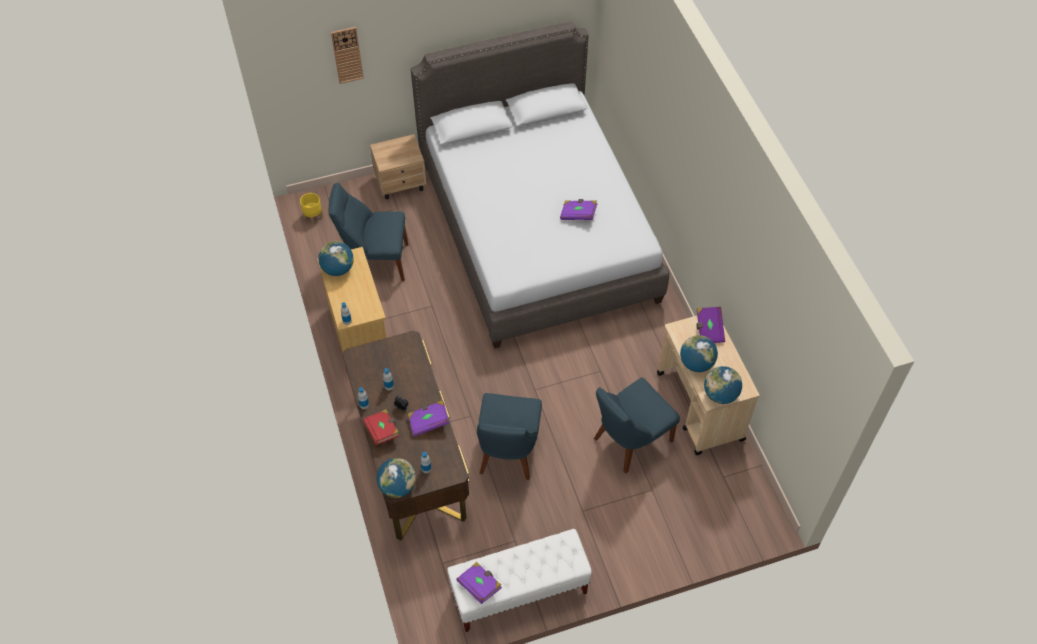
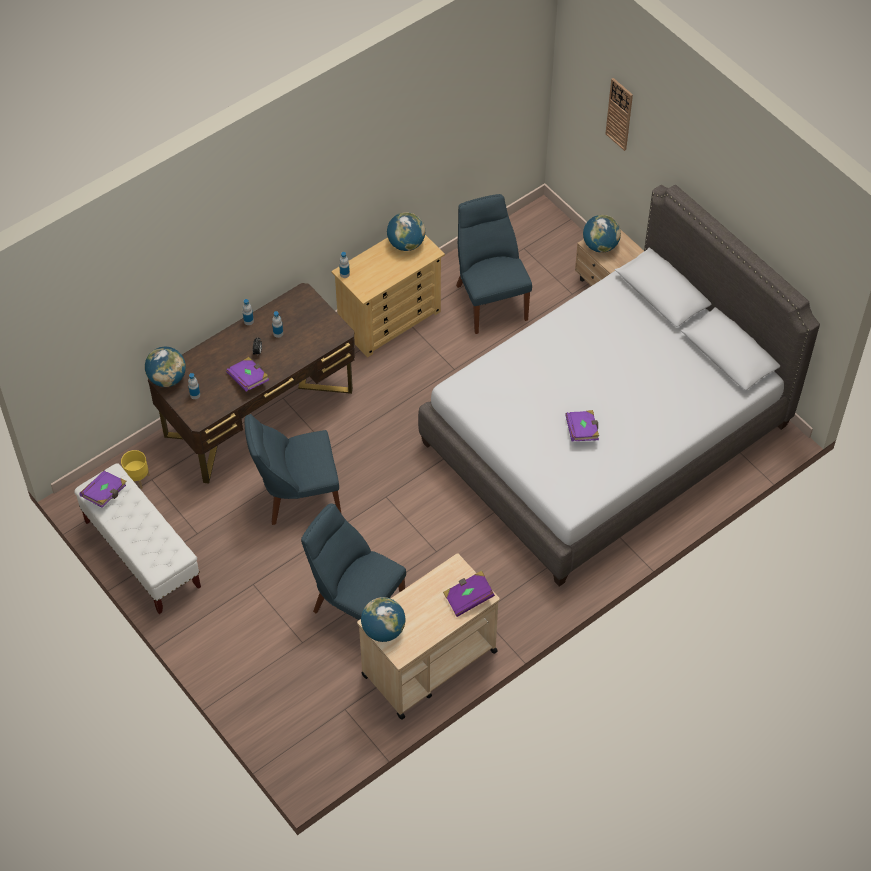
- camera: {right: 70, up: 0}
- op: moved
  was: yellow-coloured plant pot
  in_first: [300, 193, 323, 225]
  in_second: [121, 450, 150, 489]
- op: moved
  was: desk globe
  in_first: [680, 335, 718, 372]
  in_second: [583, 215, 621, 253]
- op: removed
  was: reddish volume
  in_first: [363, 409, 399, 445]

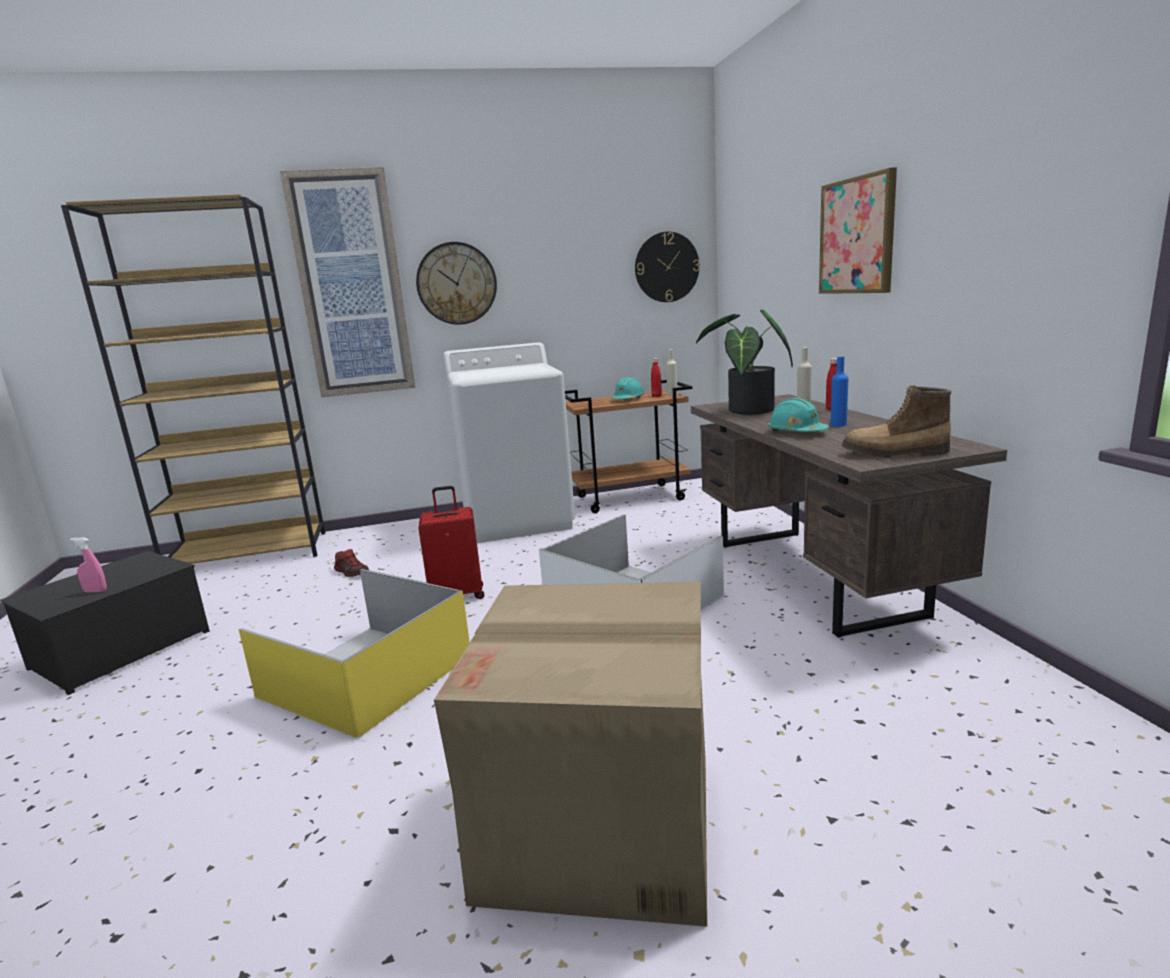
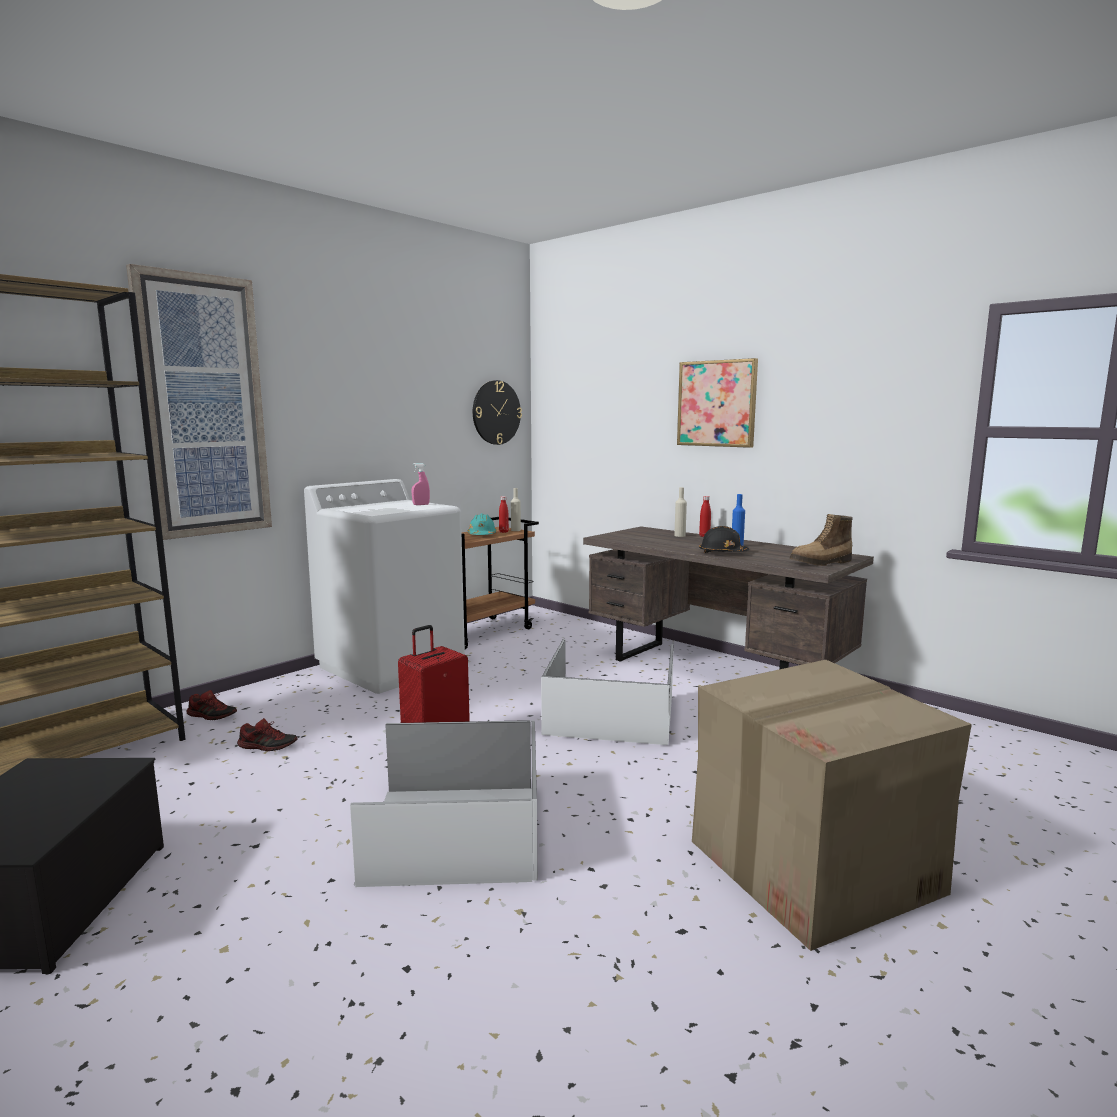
- camera: {right: -35, up: -5}
- op: added
  now: low shoe
  in_second: [187, 690, 237, 720]
- op: recoloured
  was: yellow-coloured storage box
  now: white-coloured storage box
  in_first: [239, 569, 470, 738]
  in_second: [350, 720, 537, 887]
- op: moved
  was: pink sprayer
  in_first: [70, 538, 107, 593]
  in_second: [412, 463, 430, 505]
- op: recoloured
  was: turquoise safety helmet
  now: black safety helmet
  in_first: [767, 398, 829, 432]
  in_second: [699, 526, 749, 553]
- op: removed
  was: clock on the wall
  in_first: [416, 242, 497, 325]
- op: removed
  was: houseplant
  in_first: [696, 310, 793, 415]

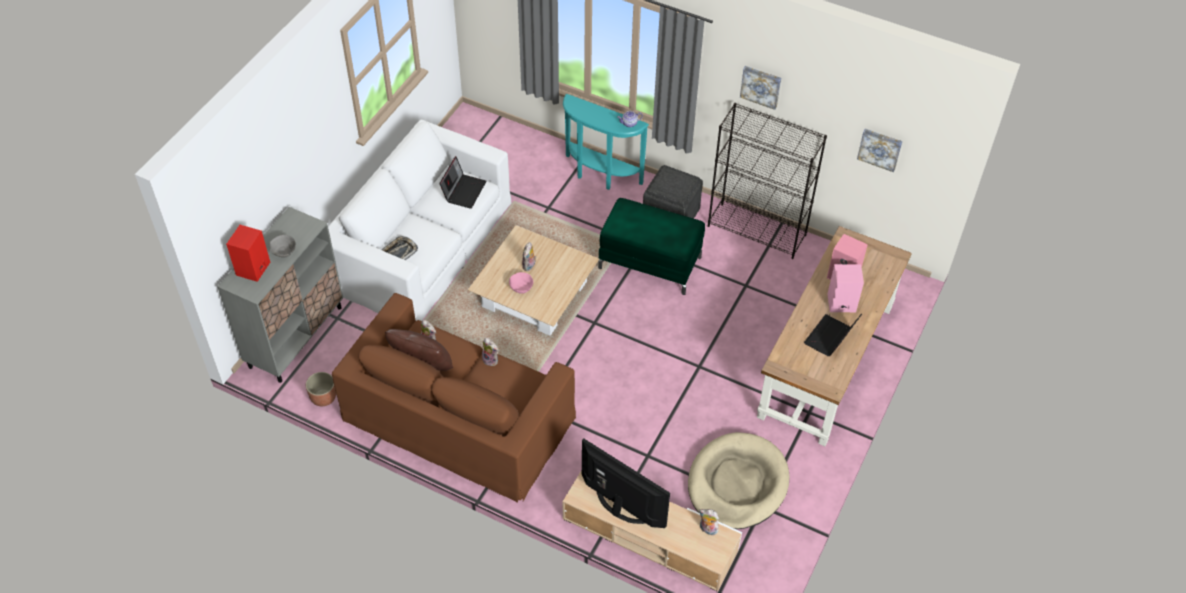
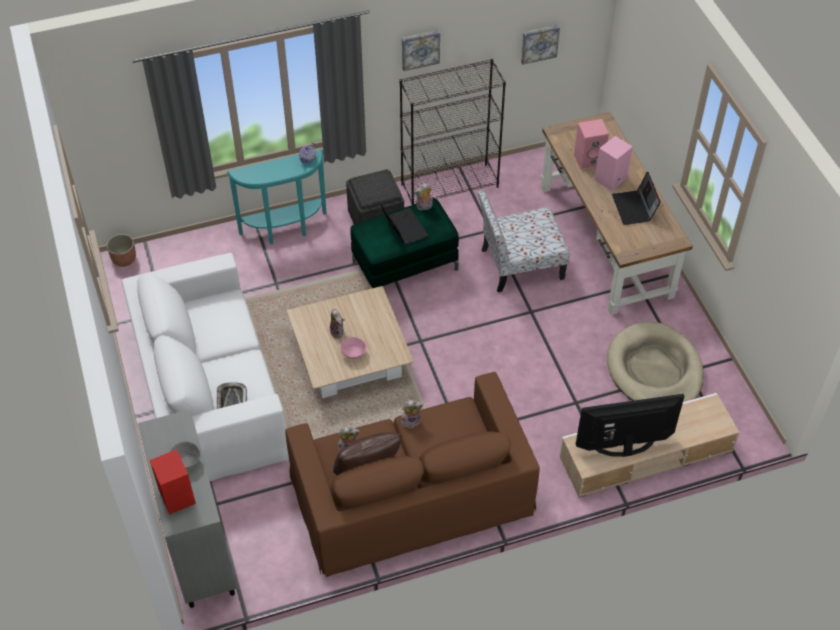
- camera: {right: -45, up: 0}
- op: moved
  was: plant pot
  in_first: [306, 372, 336, 406]
  in_second: [107, 234, 136, 267]
- op: moved
  was: laptop
  in_first: [439, 156, 487, 209]
  in_second: [379, 201, 428, 245]
- op: moved
  was: plush toy
  in_first: [699, 509, 719, 535]
  in_second: [414, 183, 433, 211]
- op: added
  now: chair
  in_second: [478, 190, 570, 292]

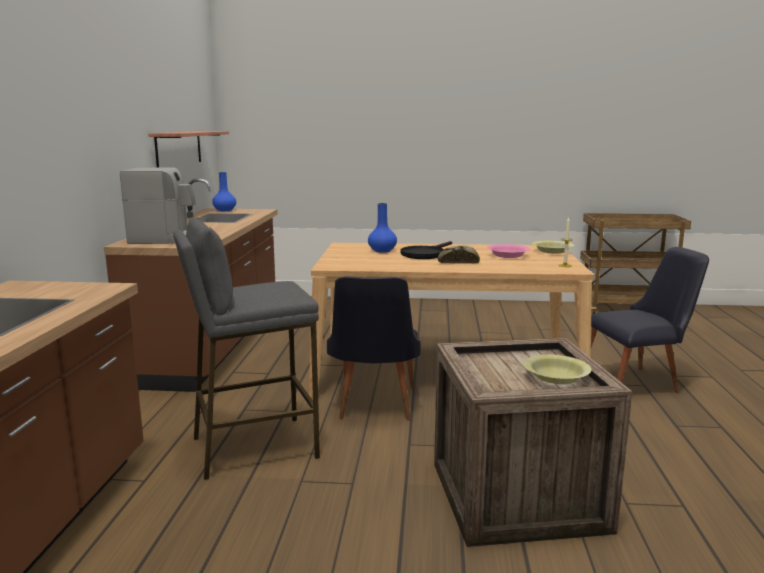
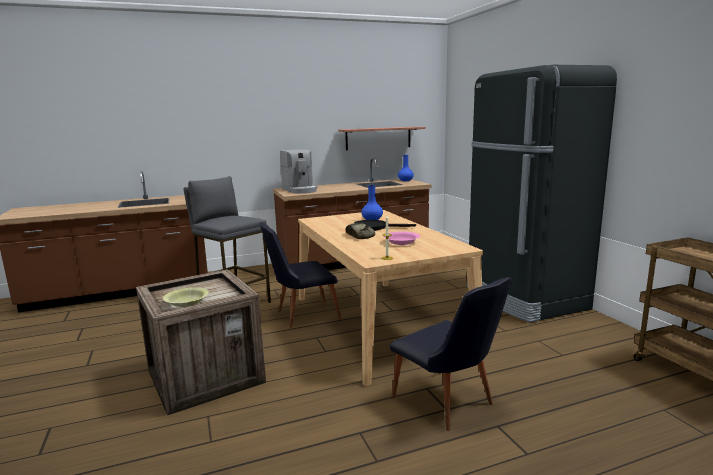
- camera: {right: 65, up: 0}
- op: added
  now: black refrigerator
  in_second: [467, 65, 617, 323]
- op: removed
  was: yellow-coloured serving bowl
  in_first: [532, 241, 574, 254]

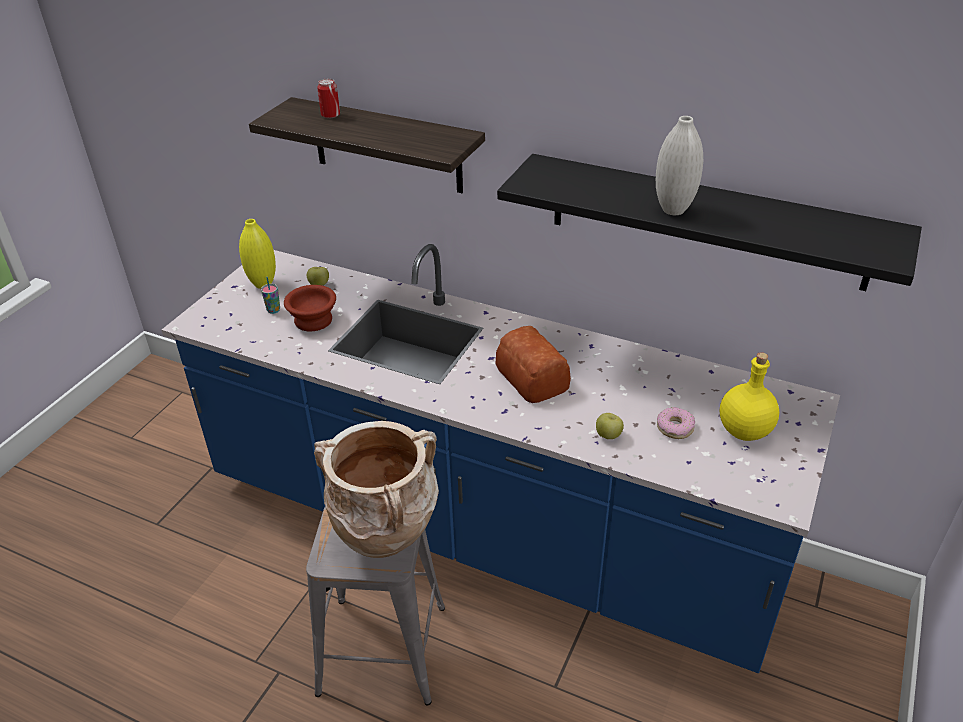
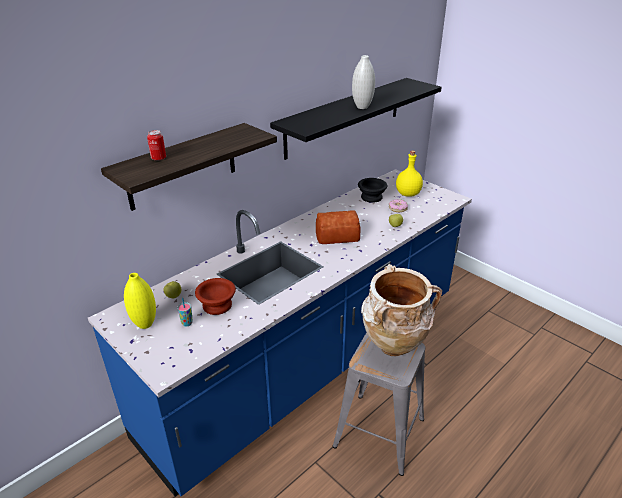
- camera: {right: -70, up: -5}
- op: added
  now: black serving bowl
  in_second: [358, 178, 387, 203]

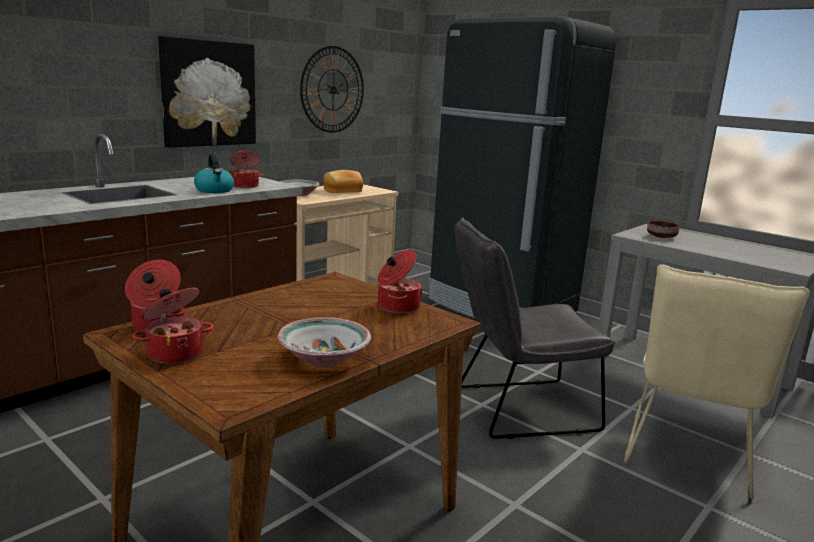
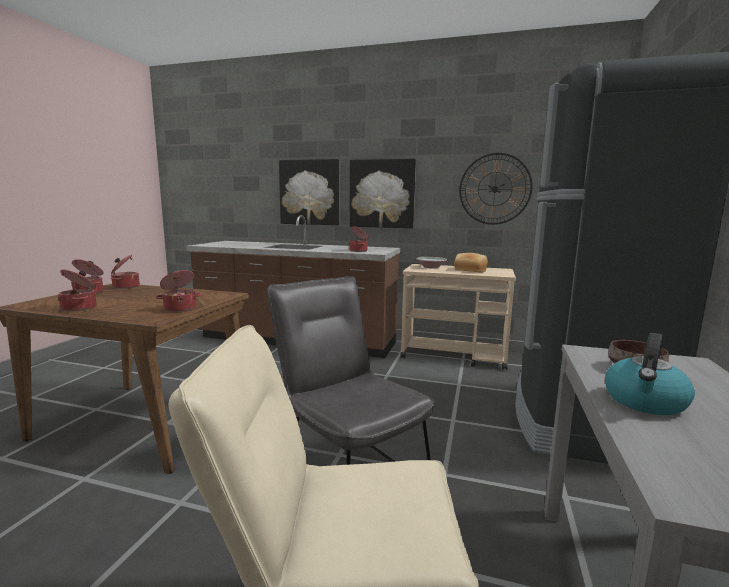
- camera: {right: 65, up: -5}
- op: replaced
  was: serving bowl
  now: stockpot
  in_first: [278, 317, 371, 367]
  in_second: [57, 270, 97, 312]
- op: added
  now: picture
  in_second: [279, 159, 339, 225]
- op: moved
  was: tea kettle
  in_first: [194, 153, 234, 193]
  in_second: [605, 333, 695, 415]

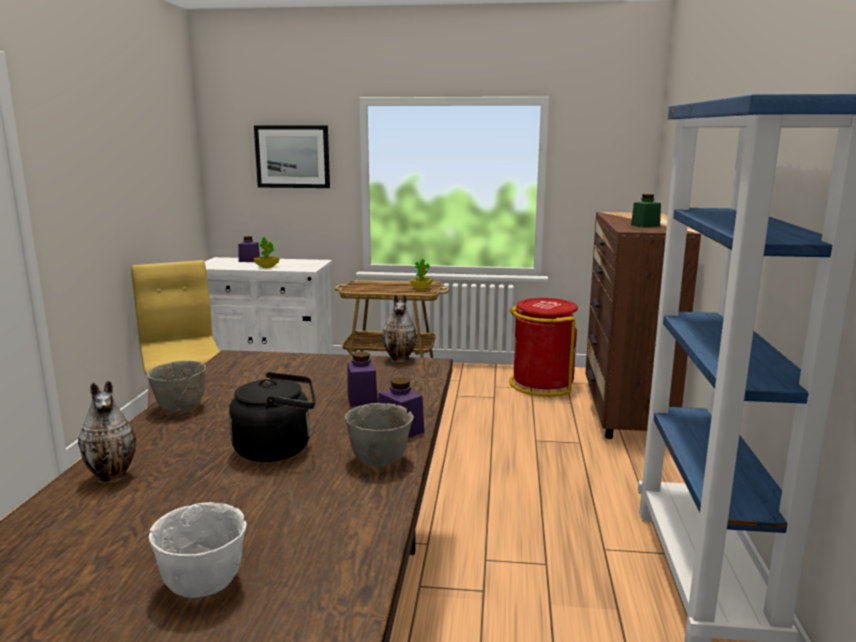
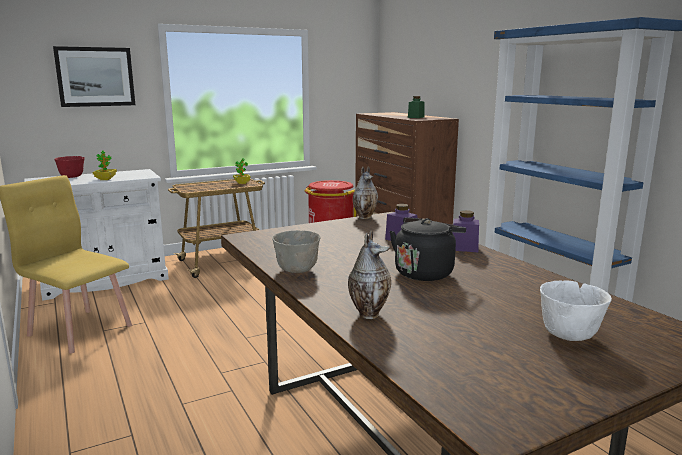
- camera: {right: -35, up: 0}
- op: replaced
  was: purple-coloured storage jar
  now: reddish serving bowl
  in_first: [238, 236, 260, 262]
  in_second: [54, 156, 85, 178]
- op: removed
  was: gray serving bowl
  in_first: [345, 403, 414, 466]

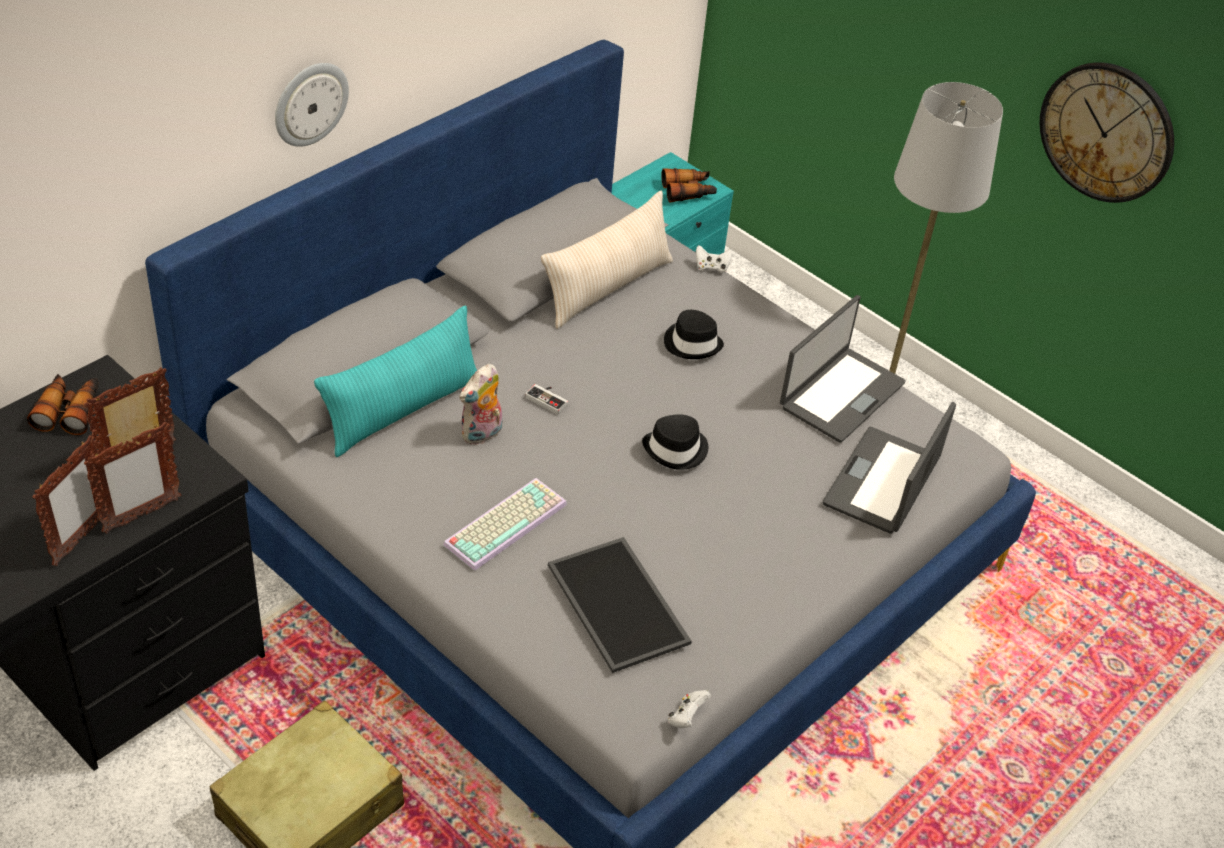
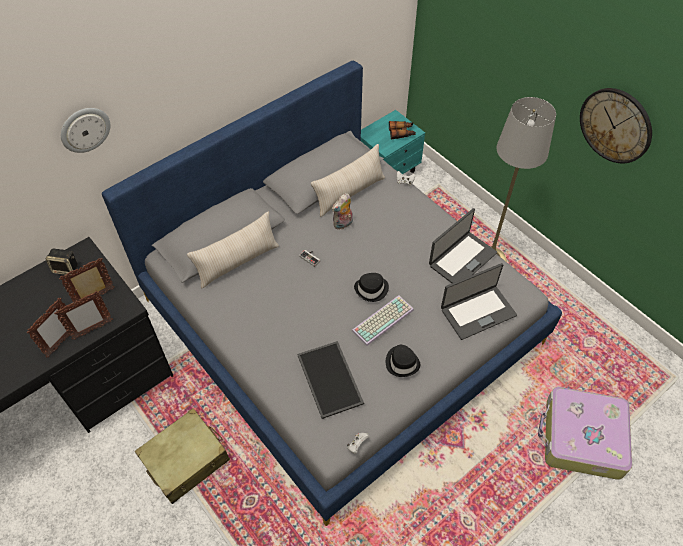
- camera: {right: 10, up: 10}
- op: replaced
  was: pair of binoculars
  now: audio speaker
  in_first: [27, 374, 99, 435]
  in_second: [46, 248, 78, 275]
- op: moved
  was: clock on the wall
  in_first: [275, 63, 349, 147]
  in_second: [61, 108, 110, 153]
- op: recoloured
  was: turquoise throw pillow
  now: beige throw pillow
  in_first: [314, 306, 477, 457]
  in_second: [187, 212, 279, 288]
- op: moved
  was: plush toy
  in_first: [460, 364, 503, 445]
  in_second: [332, 193, 353, 230]
- op: moved
  was: PC keyboard
  in_first: [443, 478, 567, 571]
  in_second: [352, 295, 414, 346]
- op: moved
  was: black wearable hat
  in_first: [664, 310, 724, 359]
  in_second: [386, 345, 420, 377]
- op: turned
  was: laptop
  in_first: [823, 402, 956, 534]
  in_second: [441, 263, 517, 340]
  clockwise: -150
- op: added
  now: travel case
  in_second: [538, 387, 632, 480]

